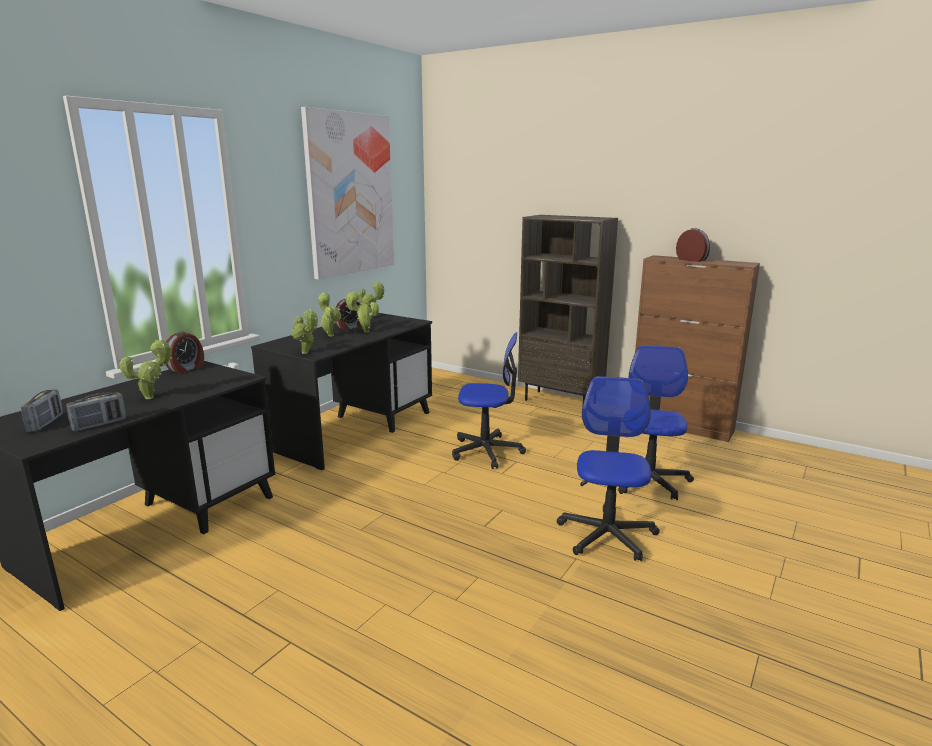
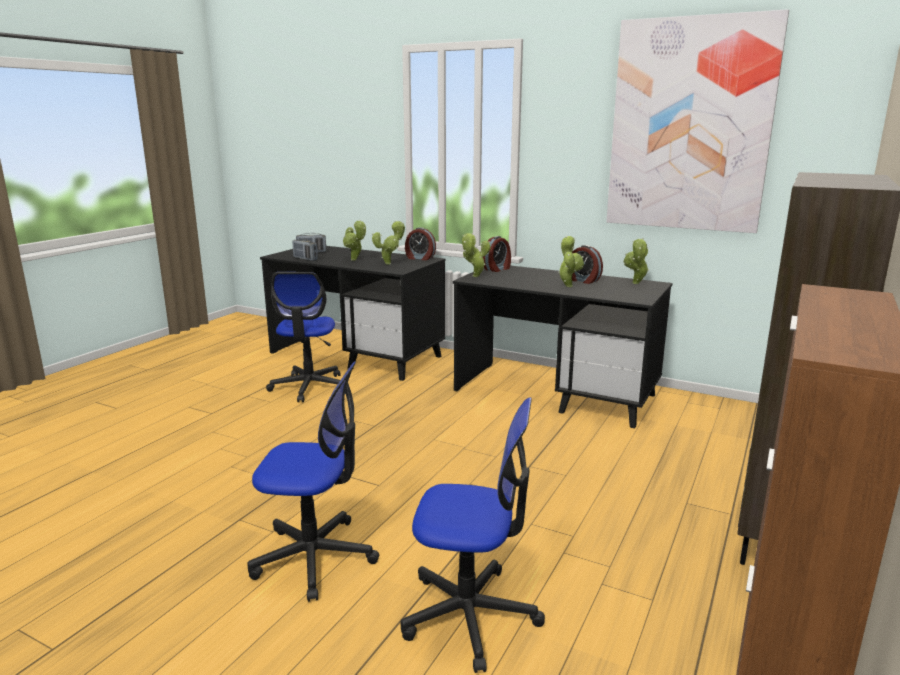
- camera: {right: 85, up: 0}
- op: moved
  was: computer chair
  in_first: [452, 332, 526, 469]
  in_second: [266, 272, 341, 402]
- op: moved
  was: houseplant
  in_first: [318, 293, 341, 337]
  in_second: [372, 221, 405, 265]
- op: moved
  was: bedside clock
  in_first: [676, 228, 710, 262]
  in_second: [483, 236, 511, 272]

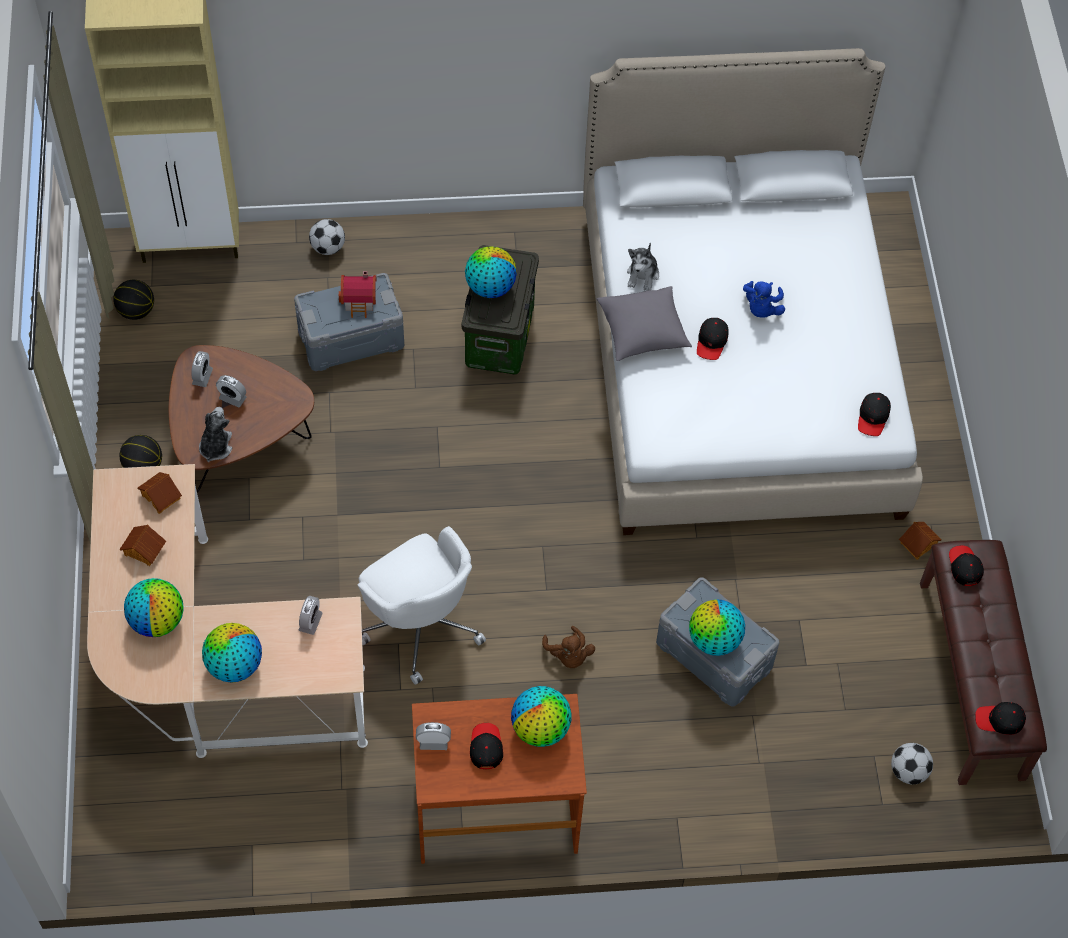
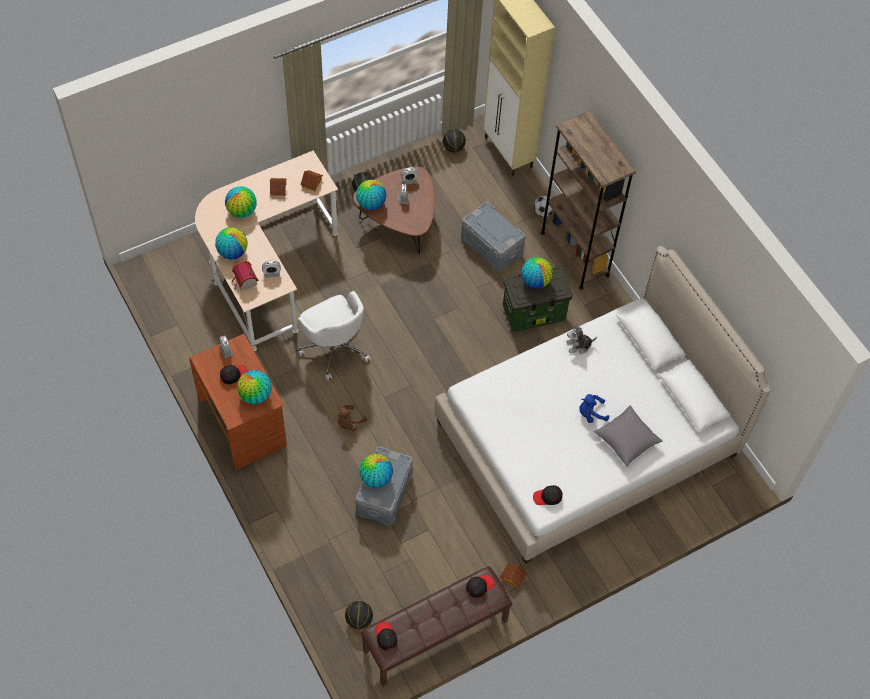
- camera: {right: 65, up: 0}
- op: moved
  was: model house
  in_first: [339, 271, 377, 318]
  in_second: [231, 261, 259, 291]
- op: turned
  was: white-coloured computer chair
  in_first: [358, 526, 486, 685]
  in_second: [298, 291, 371, 381]
  clockwise: -60
- op: replaced
  was: football
  now: basketball
  in_first: [891, 743, 933, 785]
  in_second: [345, 601, 373, 629]
- op: replaced
  was: plush toy
  now: desk globe
  in_first: [199, 407, 232, 462]
  in_second: [356, 180, 386, 210]
- op: added
  now: brown bookcase
  in_second: [541, 111, 636, 289]
- op: moved
  was: gray throw pillow
  in_first: [597, 286, 692, 361]
  in_second: [594, 405, 662, 467]
- op: removed
  was: black peaked cap
  in_first: [697, 318, 729, 360]

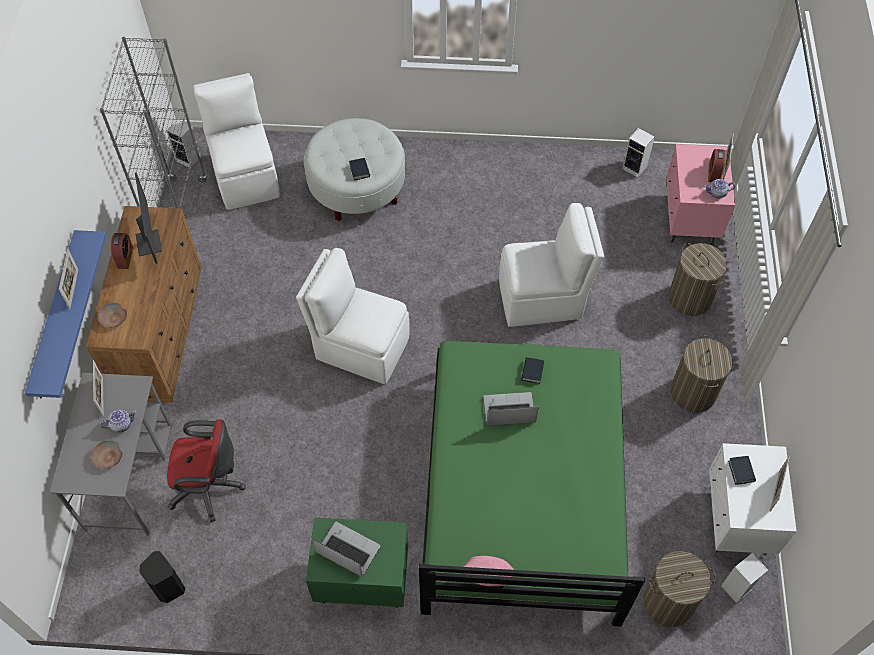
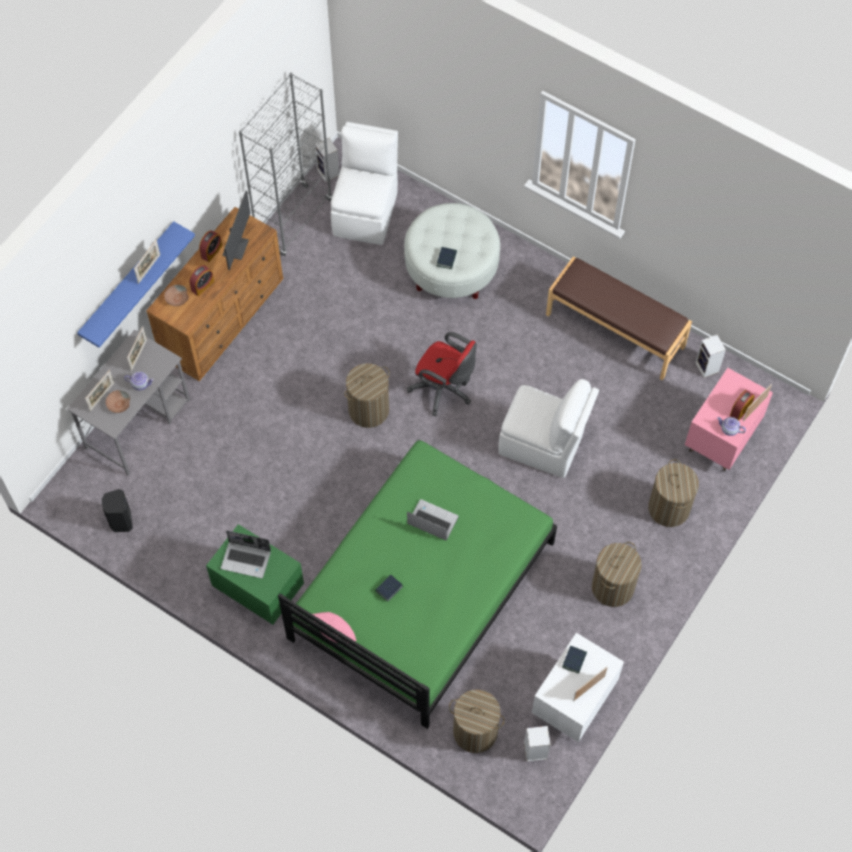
- camera: {right: 30, up: 5}
- op: added
  now: standing frame
  in_second: [85, 370, 114, 412]
- op: added
  now: bedside clock
  in_second: [189, 265, 214, 296]
- op: turned
  was: laptop
  in_first: [313, 522, 381, 577]
  in_second: [221, 530, 271, 578]
  clockwise: 135
- op: replaced
  was: white-coloured chair
  now: laundry basket
  in_first: [296, 248, 410, 384]
  in_second: [344, 363, 390, 428]
- op: moved
  was: volume
  in_first: [521, 357, 544, 384]
  in_second: [375, 575, 403, 602]
- op: moved
  was: reddish computer chair
  in_first: [167, 419, 246, 522]
  in_second: [407, 332, 477, 416]
- op: added
  now: brown long seat
  in_second: [546, 257, 692, 380]

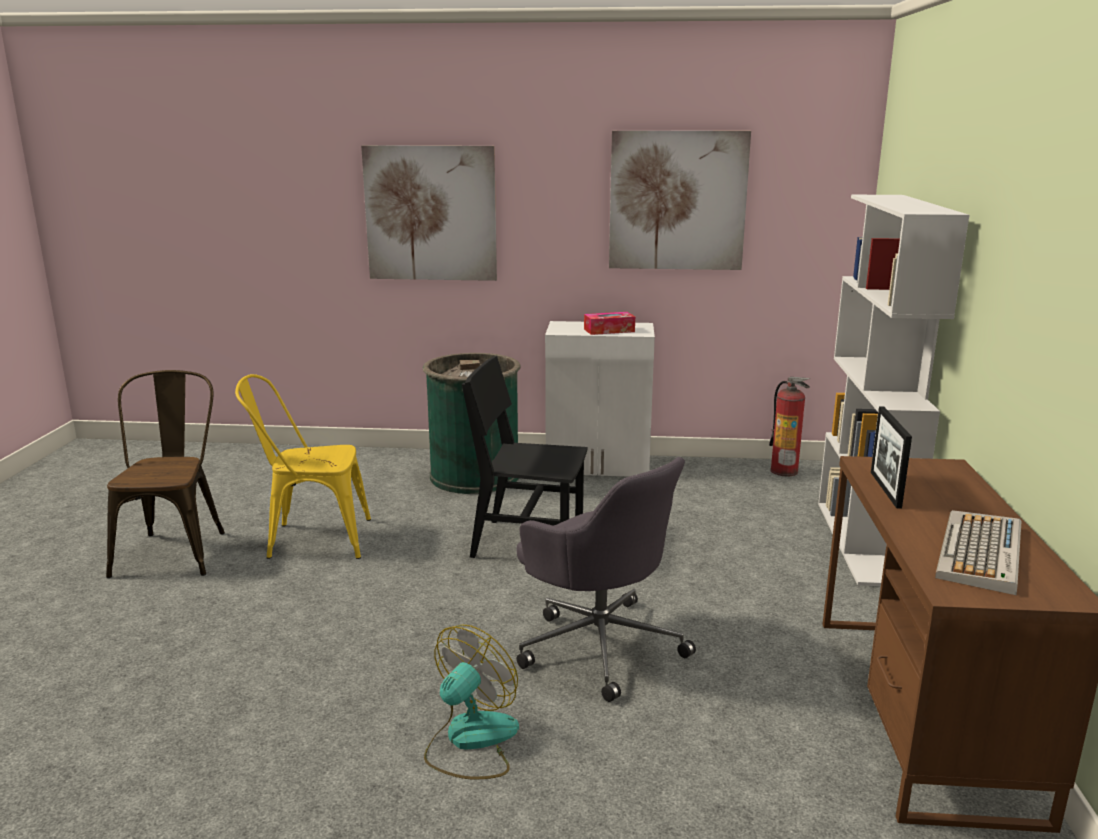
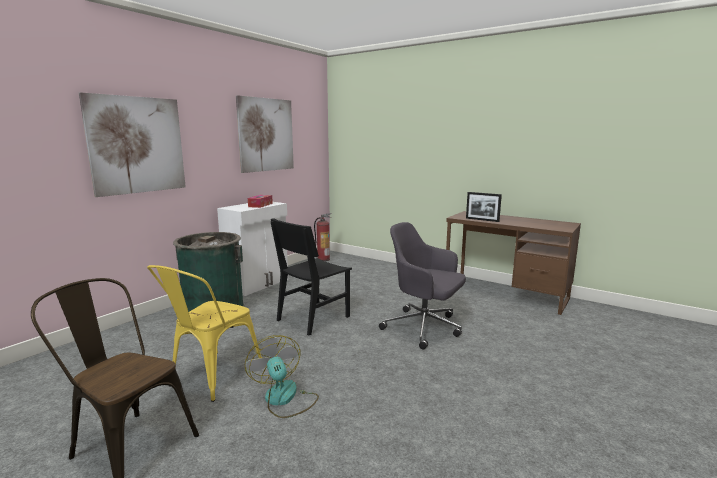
- camera: {right: -60, up: -5}
- op: moved
  was: cooling fan
  in_first: [424, 624, 519, 779]
  in_second: [245, 335, 319, 418]
- op: turned
  was: gray computer chair
  in_first: [517, 457, 696, 702]
  in_second: [379, 222, 466, 350]
  clockwise: -135
- op: removed
  was: white-coloured bookcase
  in_first: [818, 195, 969, 586]
- op: removed
  was: PC keyboard
  in_first: [935, 510, 1022, 595]

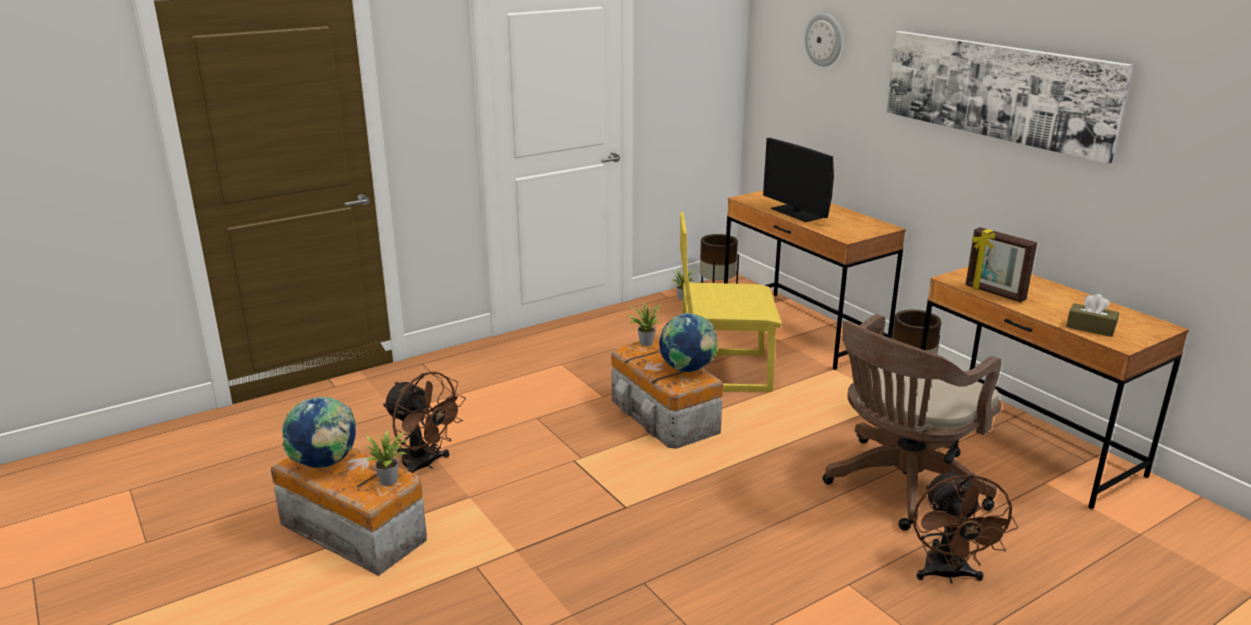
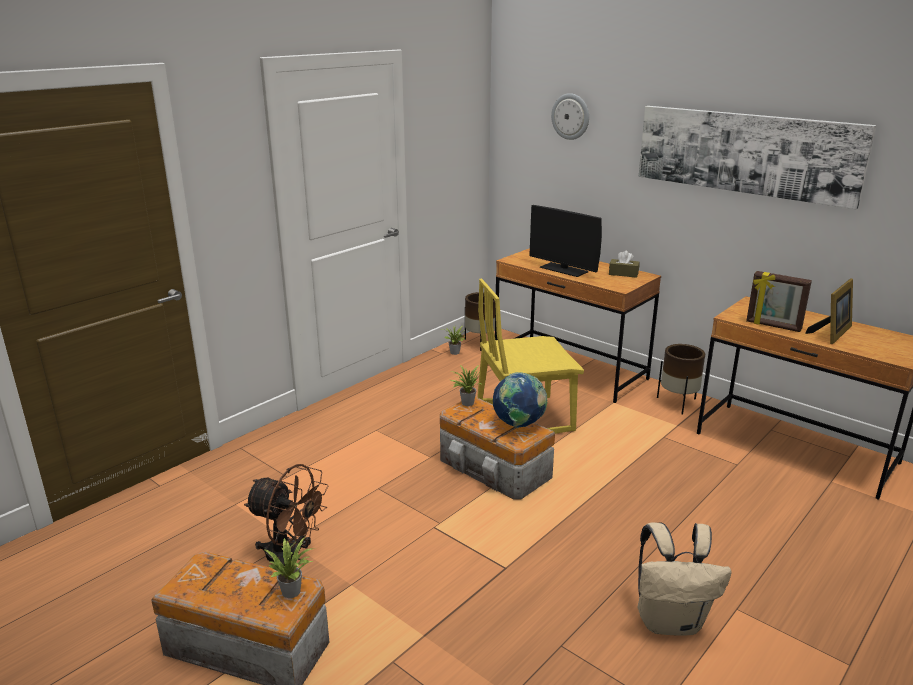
- camera: {right: -15, up: 0}
- op: moved
  was: brown tissue box
  in_first: [1066, 294, 1119, 337]
  in_second: [609, 251, 640, 278]
- op: added
  now: beige knapsack
  in_second: [638, 522, 732, 636]
- op: added
  now: standing frame
  in_second: [805, 279, 853, 344]
- op: removed
  was: desk globe
  in_first: [282, 397, 356, 468]
- op: removed
  was: brown computer chair
  in_first: [822, 314, 1002, 531]
- op: removed
  was: brown cooling fan
  in_first: [913, 469, 1018, 583]

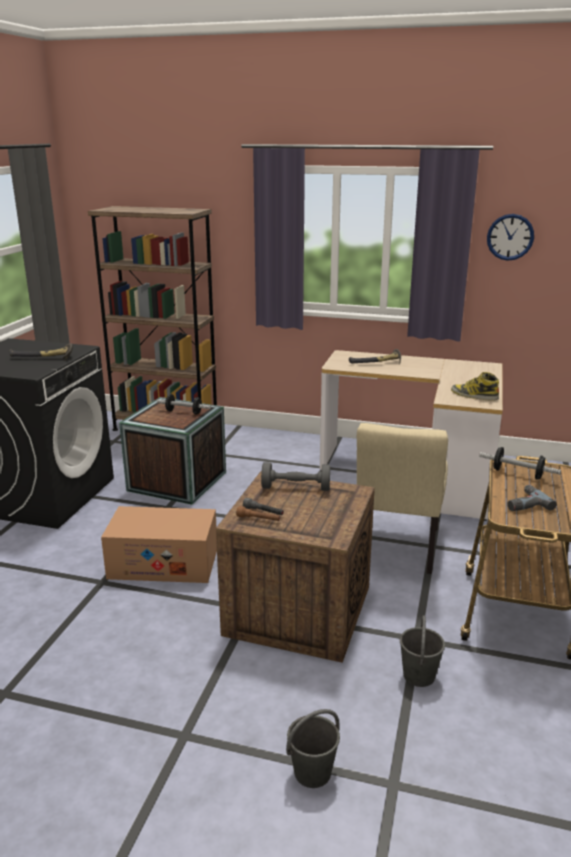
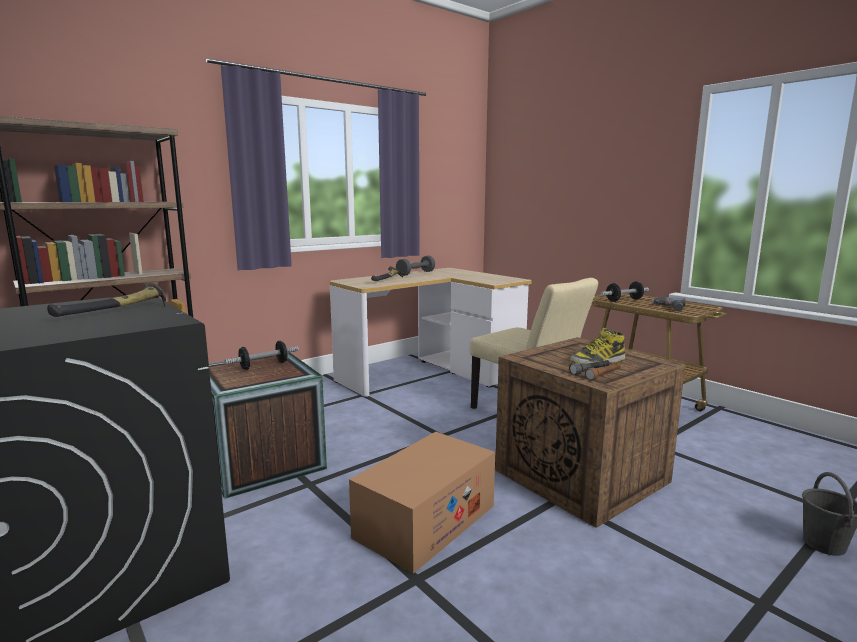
- camera: {right: -55, up: -10}
- op: moved
  was: gray dumbbell
  in_first: [261, 462, 330, 491]
  in_second: [396, 256, 435, 276]
- op: moved
  was: high-top boot
  in_first: [451, 372, 499, 401]
  in_second: [570, 328, 625, 364]
- op: removed
  was: gray bucket
  in_first: [400, 615, 445, 687]
- op: removed
  was: clock on the wall
  in_first: [487, 214, 534, 261]

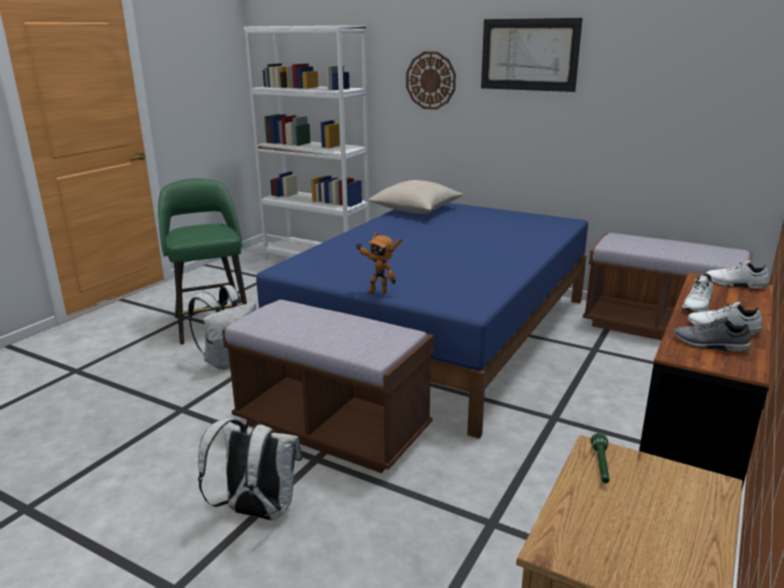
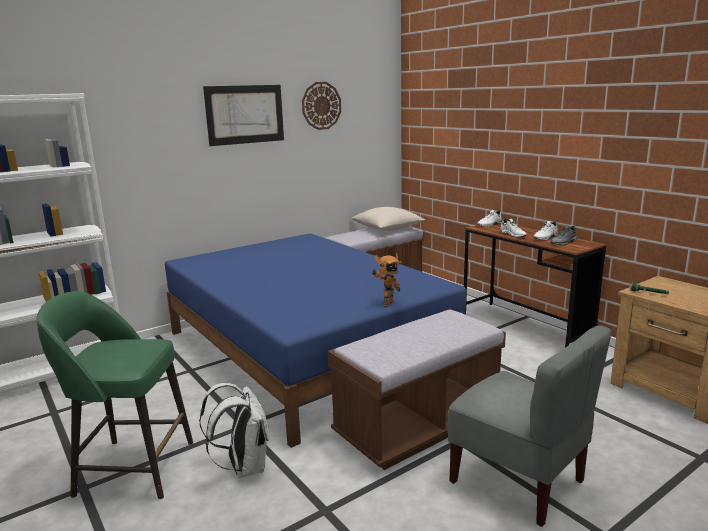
- camera: {right: -65, up: -5}
- op: moved
  was: clock on the wall
  in_first: [406, 52, 456, 110]
  in_second: [302, 82, 341, 130]
- op: moved
  was: beige throw pillow
  in_first: [368, 180, 463, 214]
  in_second: [351, 207, 425, 231]
- op: replaced
  was: white-coloured knapsack
  now: gray chair
  in_first: [198, 418, 302, 520]
  in_second: [448, 325, 612, 527]

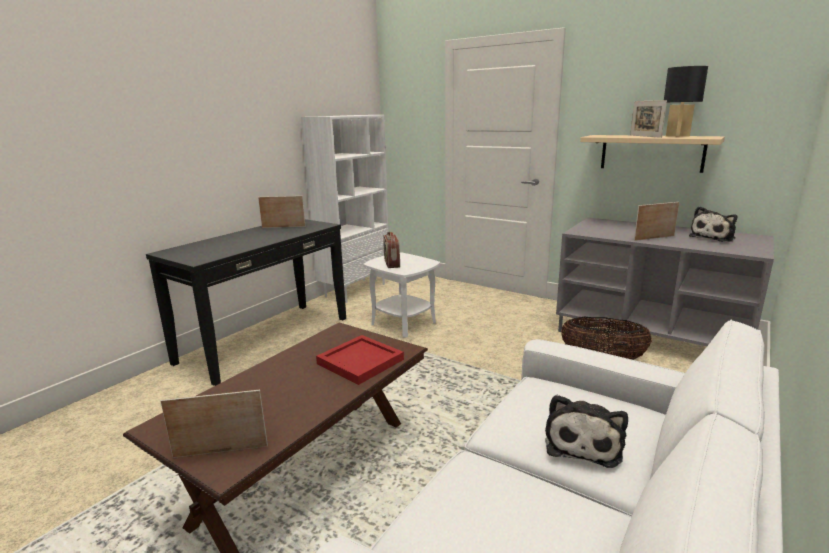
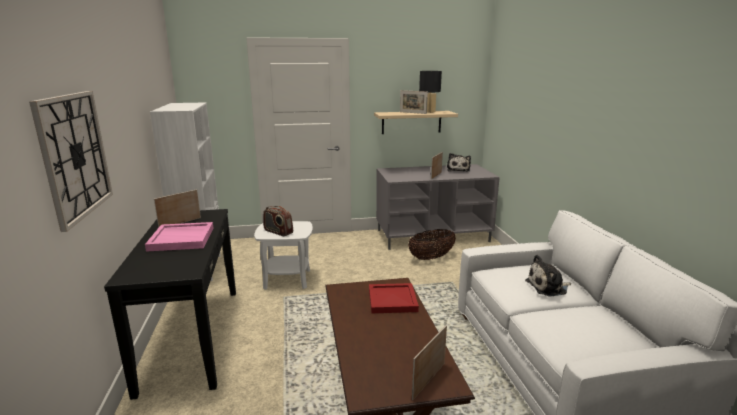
- camera: {right: -45, up: 0}
- op: added
  now: clock on the wall
  in_second: [29, 91, 113, 232]
- op: added
  now: pink serving tray
  in_second: [145, 222, 214, 252]
- op: turned
  was: plush toy
  in_first: [545, 395, 628, 468]
  in_second: [525, 255, 571, 296]
  clockwise: 105

